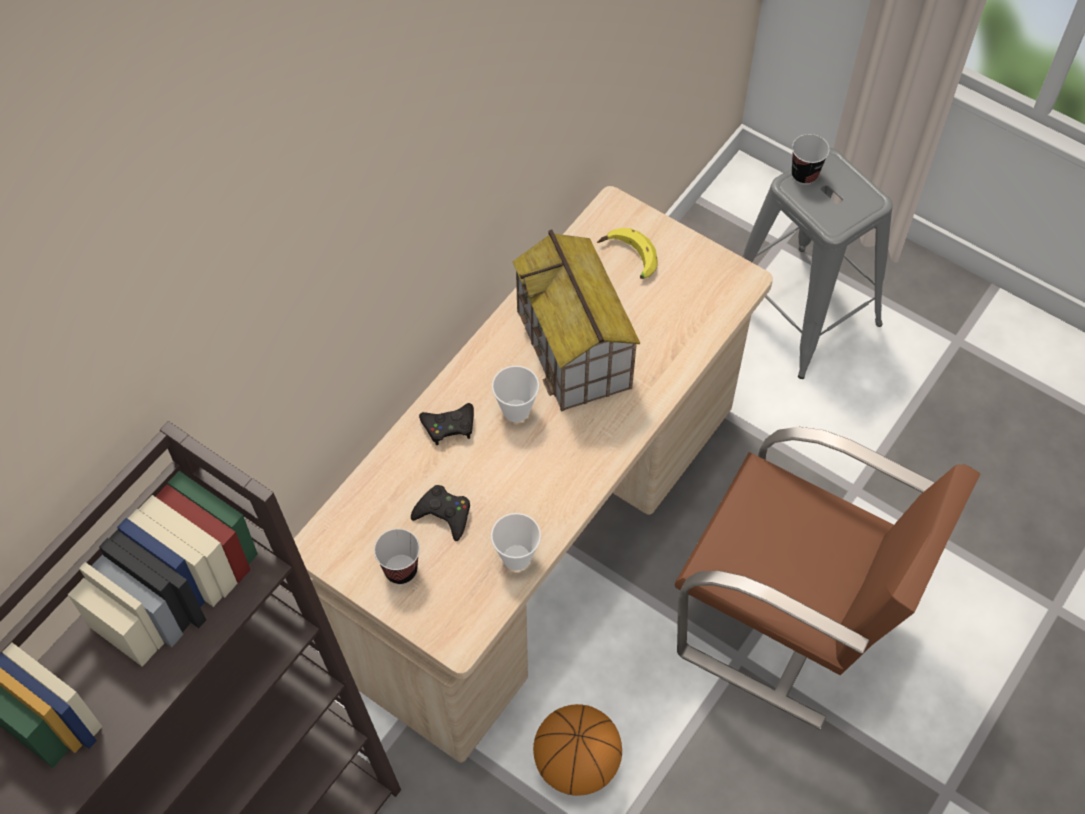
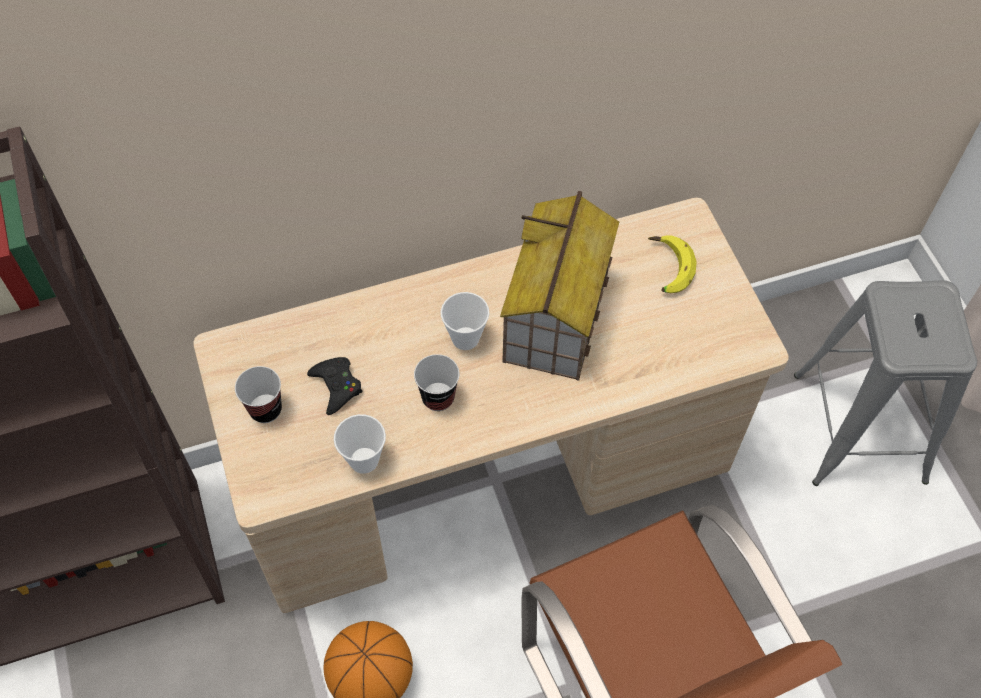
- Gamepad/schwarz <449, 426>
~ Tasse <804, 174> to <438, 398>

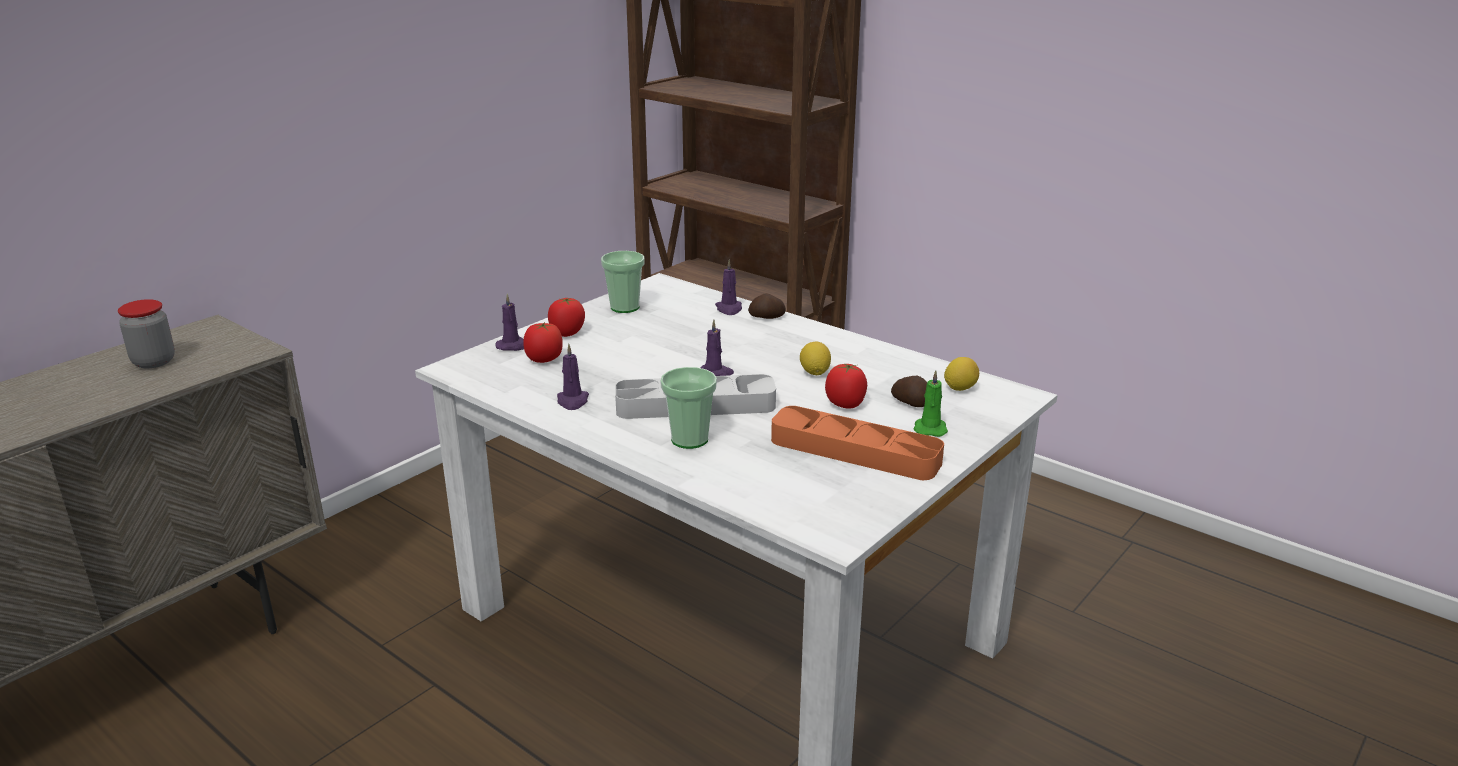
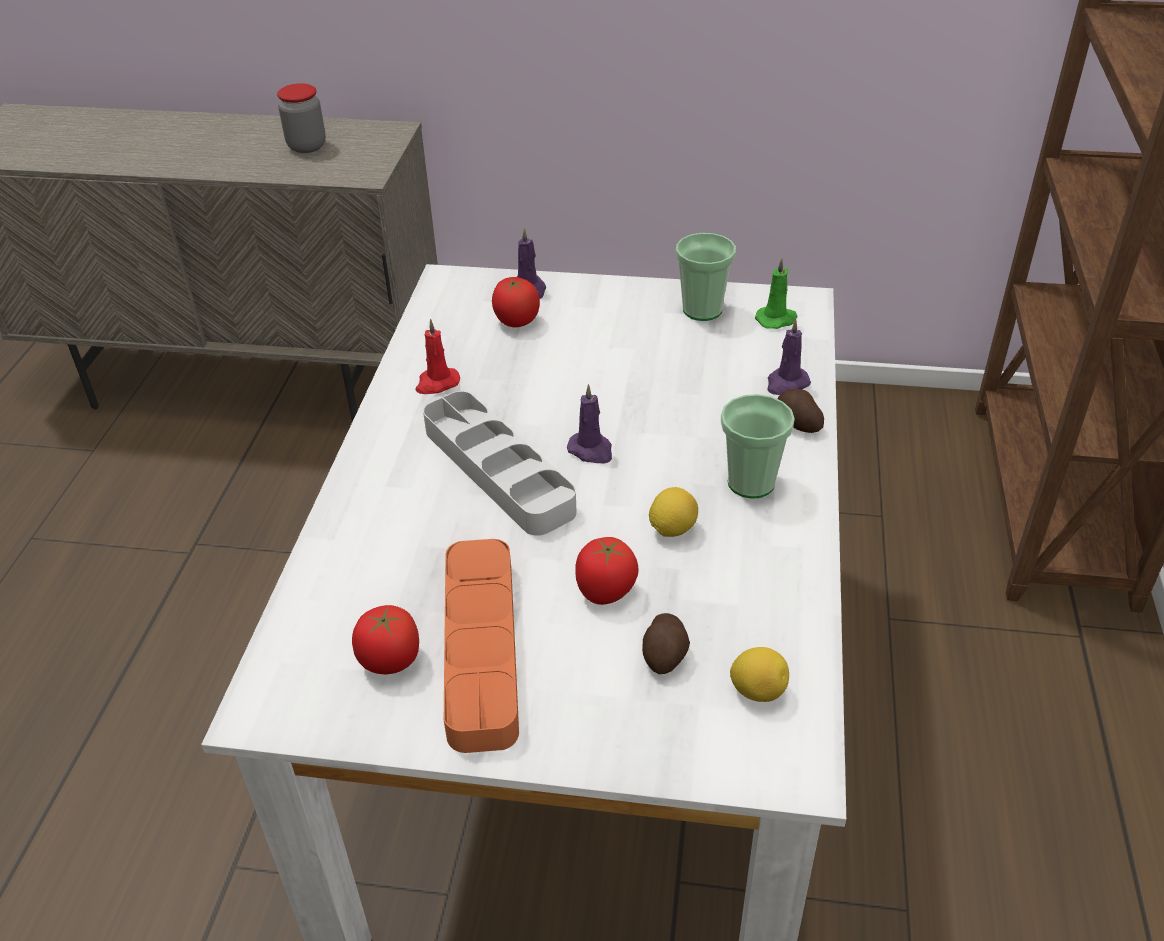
~ Tomate <567, 333> to <390, 661>
~ Kerze/lila <572, 401> to Kerze/rot <437, 383>
~ Tasse <689, 439> to <751, 483>
~ Kerze/grün <930, 428> to <777, 319>

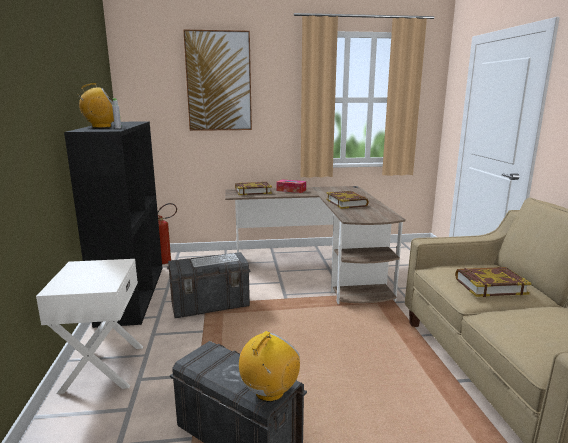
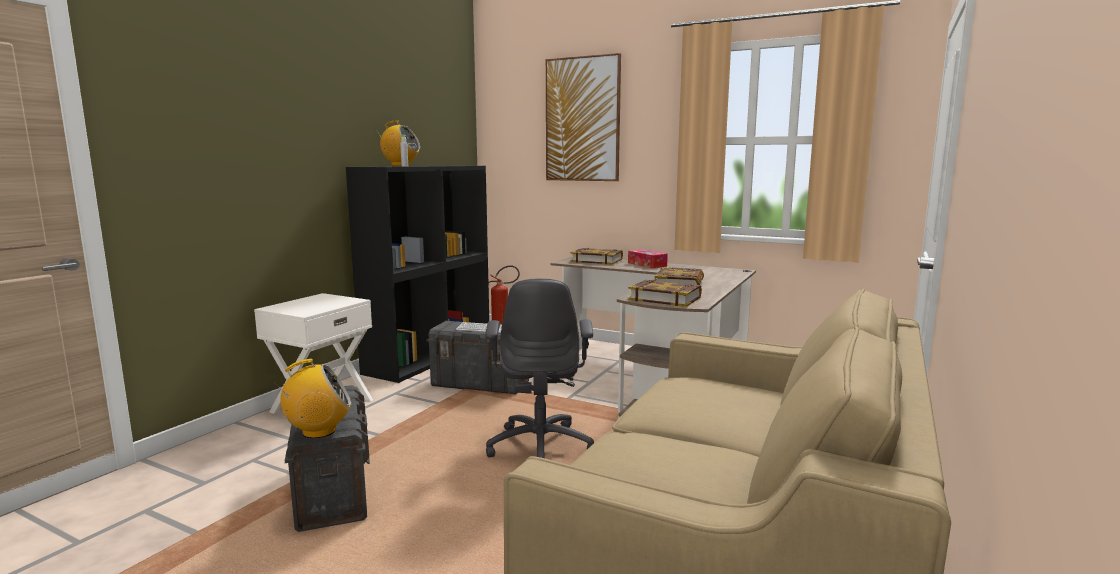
~ Buch <490, 286> to <665, 298>
+ Bürostuhl/grau <541, 446>

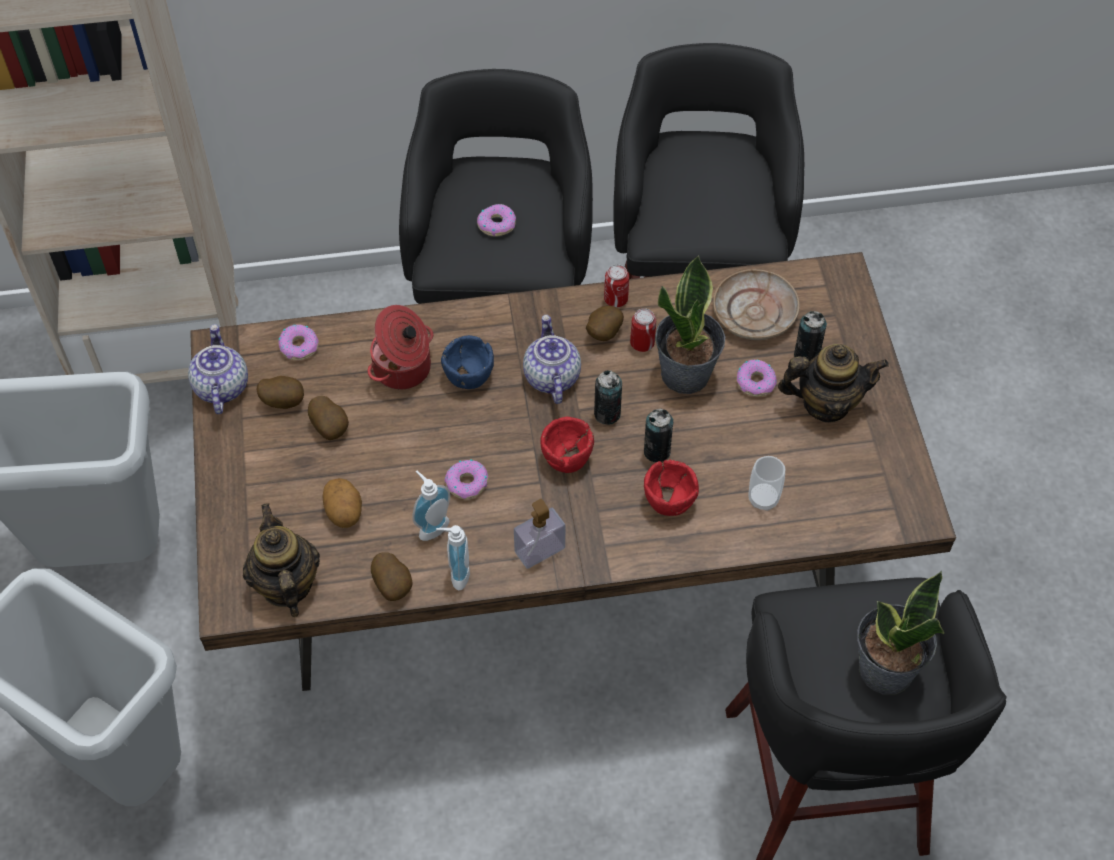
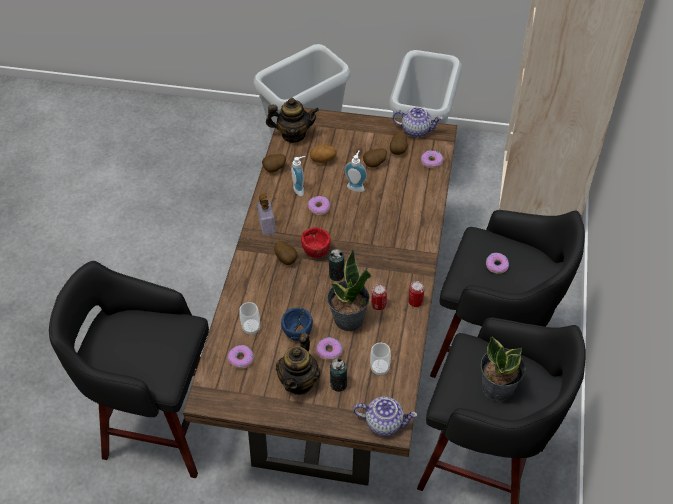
- Kochtopf <403, 369>
~ Seifenspender <455, 574> to <356, 186>
~ Schüssel/blau <468, 376> to <297, 332>
~ Teekanne <551, 377> to <384, 422>
~ Kartoffel <602, 333> to <287, 259>
- Dose <656, 451>
- Schüssel/rot <668, 501>
~ Teller/beige <755, 313> to Tasse <380, 368>
~ Topfpflanze <884, 670> to <497, 387>
+ Donut <241, 359>

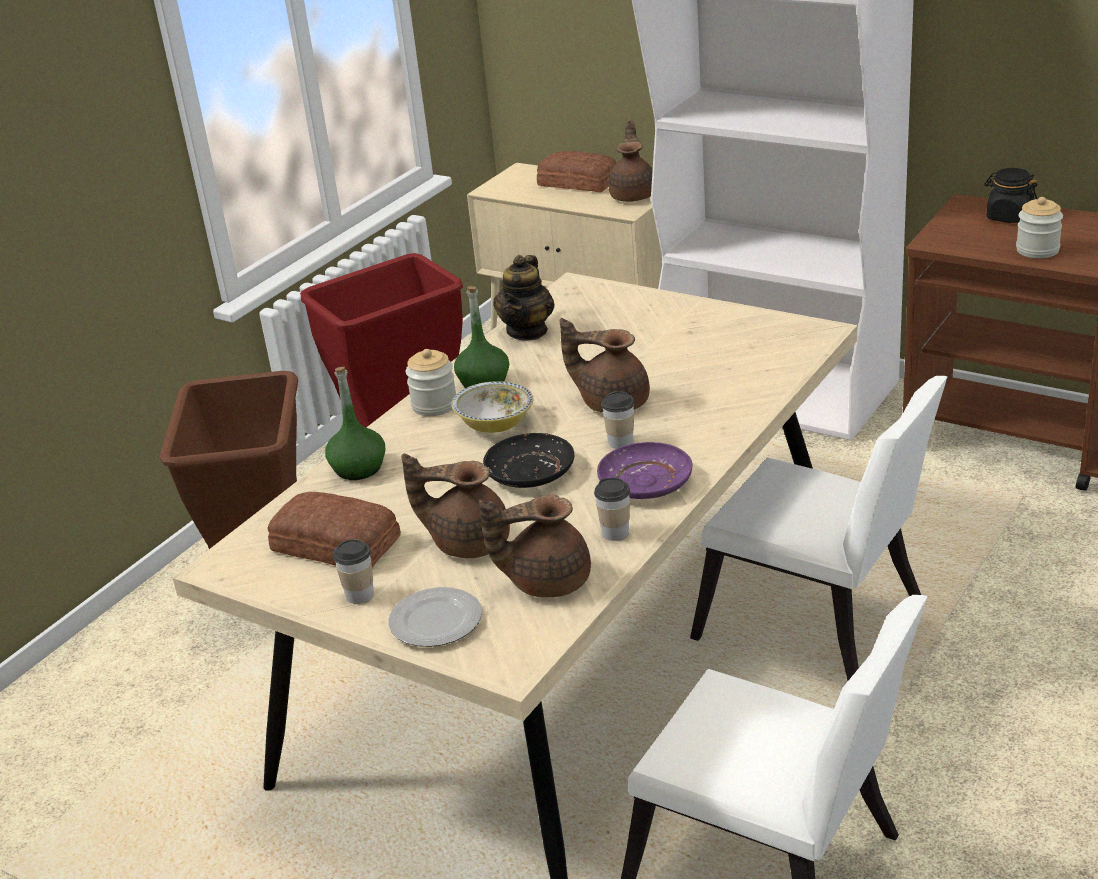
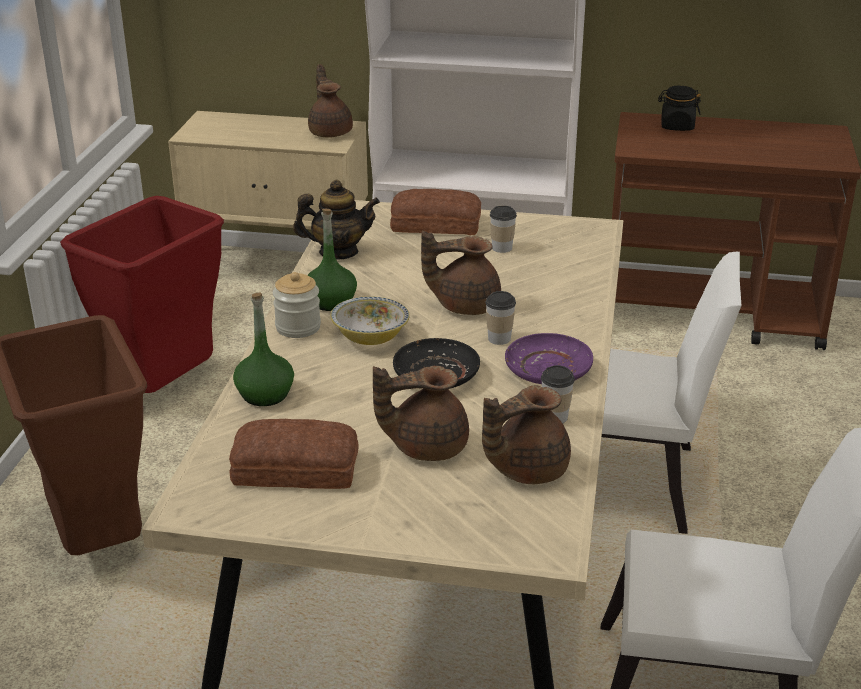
~ Tasse <360, 595> to <502, 248>
- Teller <435, 622>
~ Teekanne <527, 331> = <338, 252> 90 degrees counterclockwise
~ Brot <578, 182> to <435, 223>
- Vorratsglas <1037, 250>

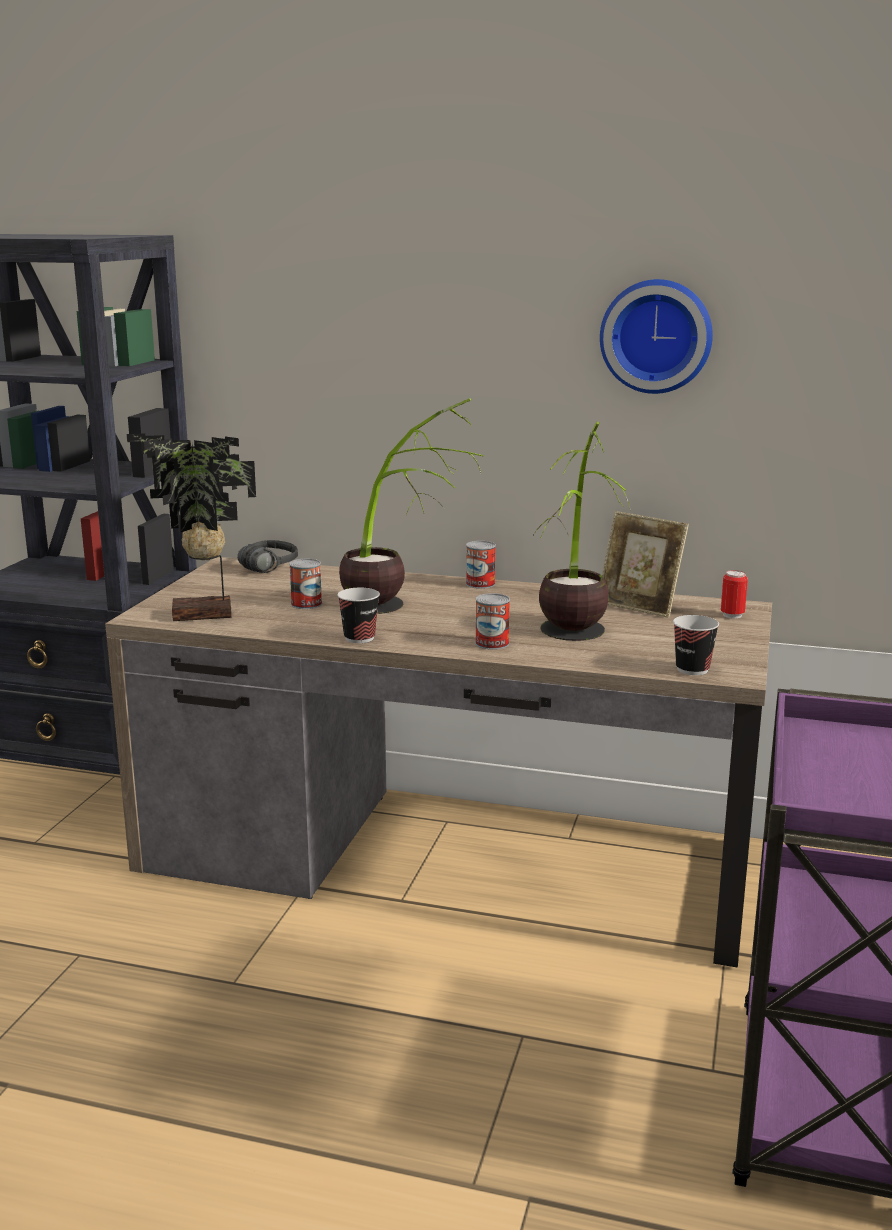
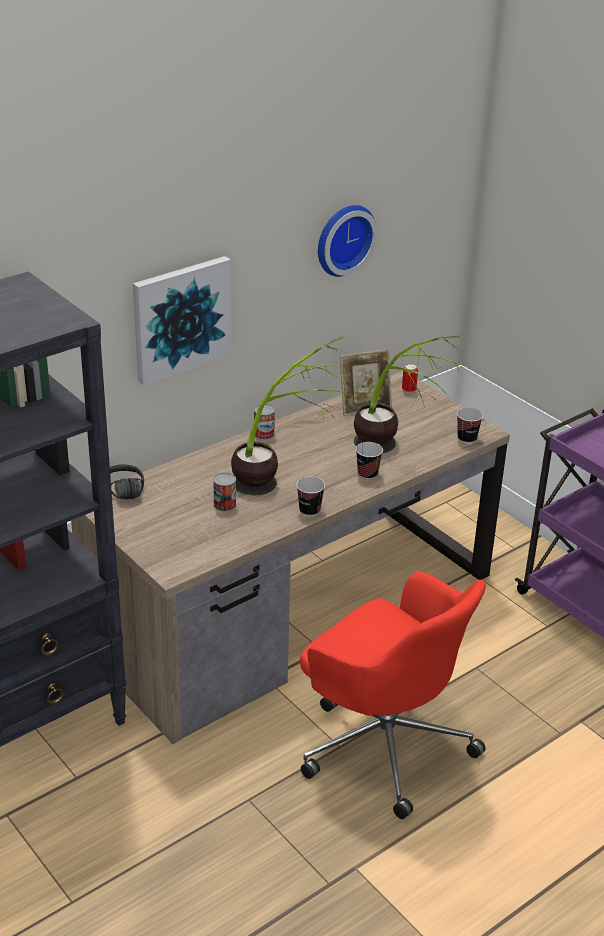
- Topfpflanze <204, 616>
~ Dose <492, 643> to Tasse <367, 474>
+ Bild <181, 318>
+ Bürostuhl/rot <384, 742>

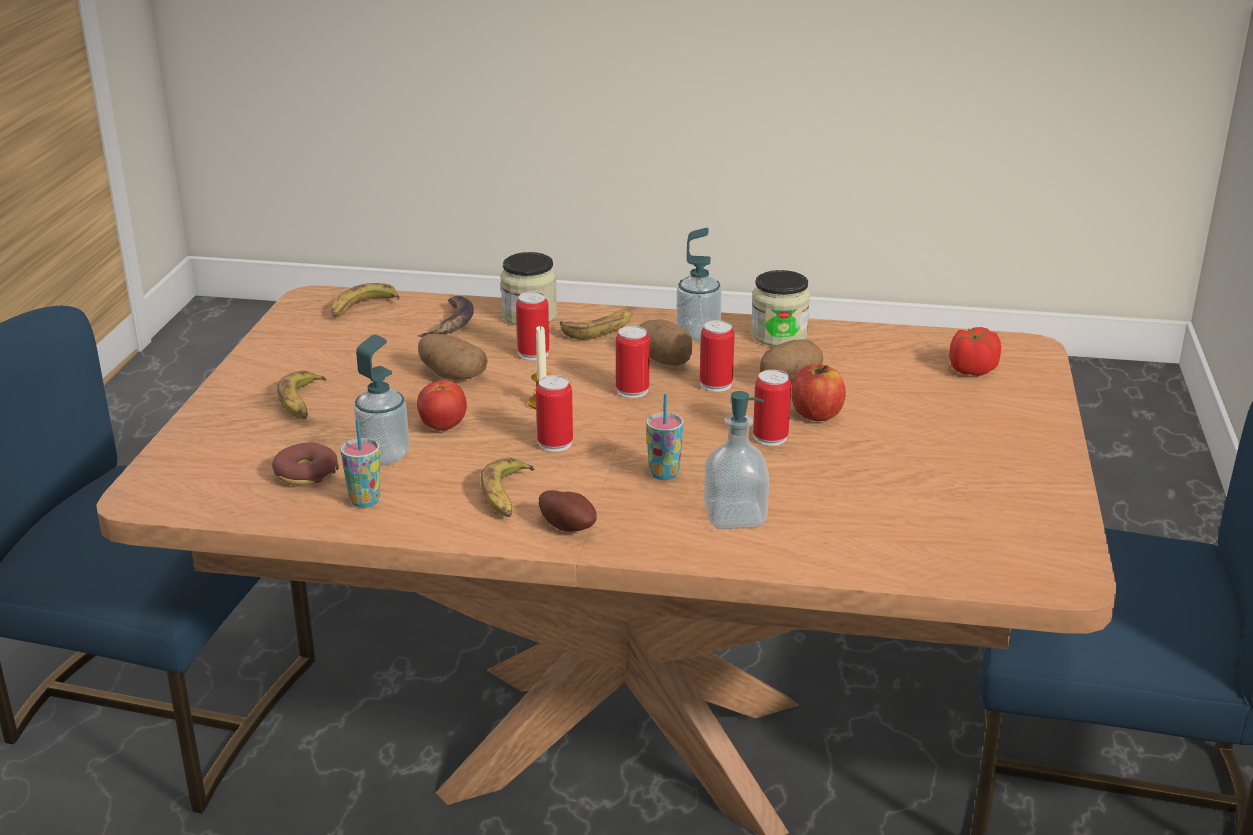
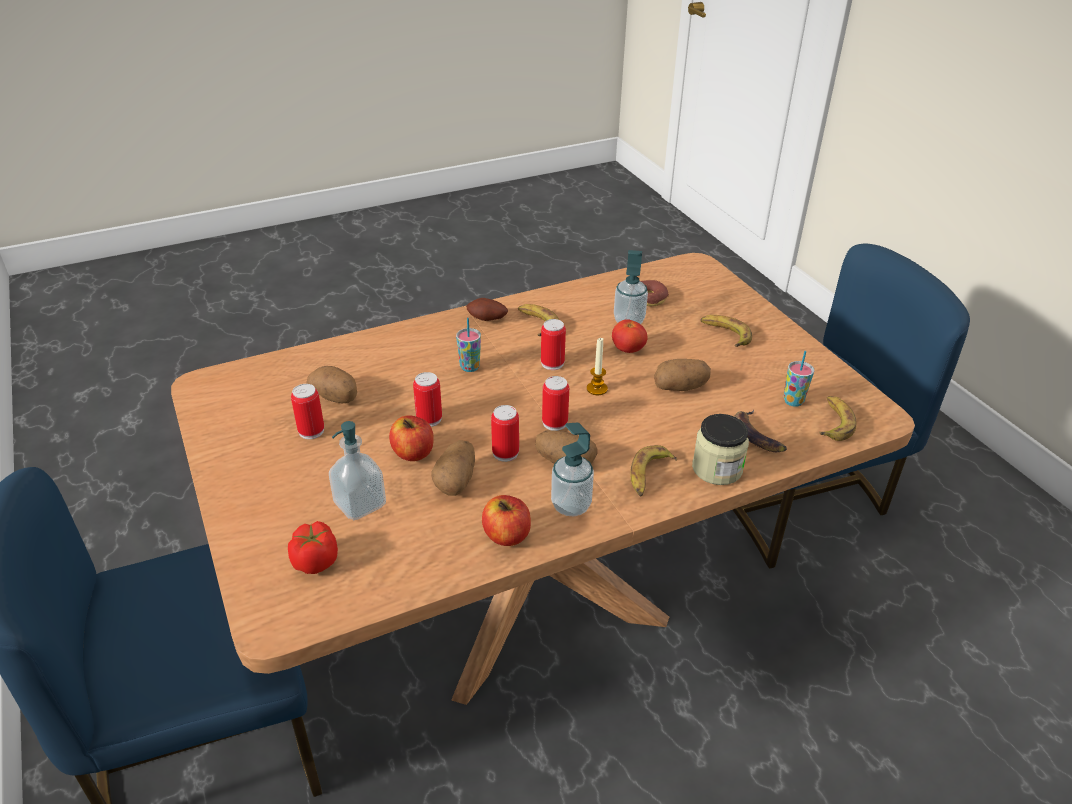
~ Tasse <365, 501> to <793, 401>
~ Dose <533, 354> to <311, 431>
~ Seifenspender <735, 517> to <360, 504>
~ Vorratsglas <779, 335> to Apfel <507, 535>
+ Kartoffel <336, 397>

